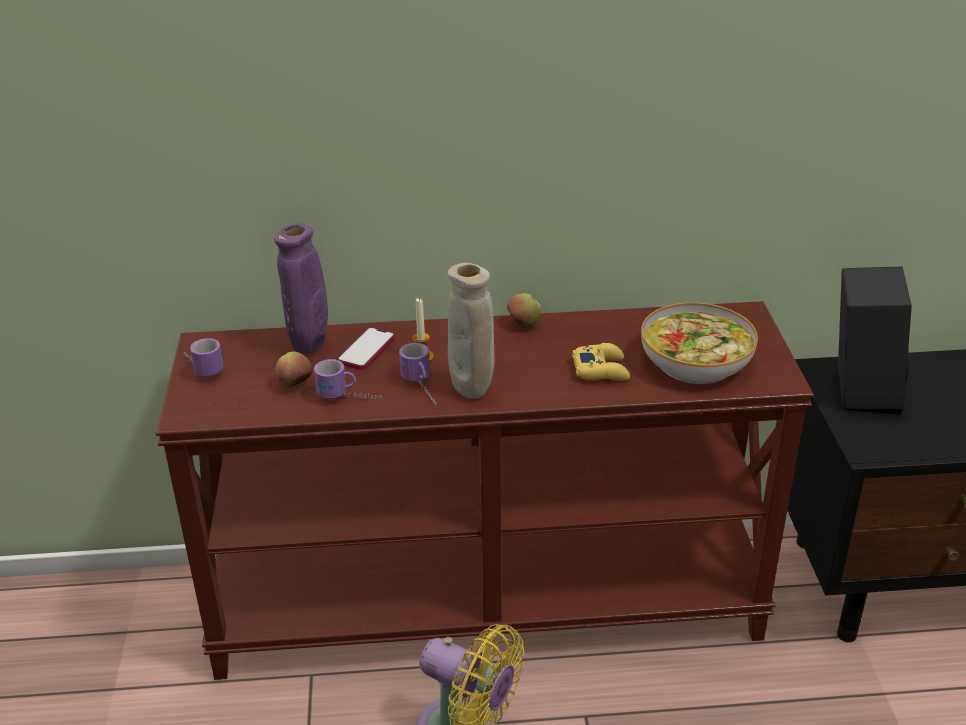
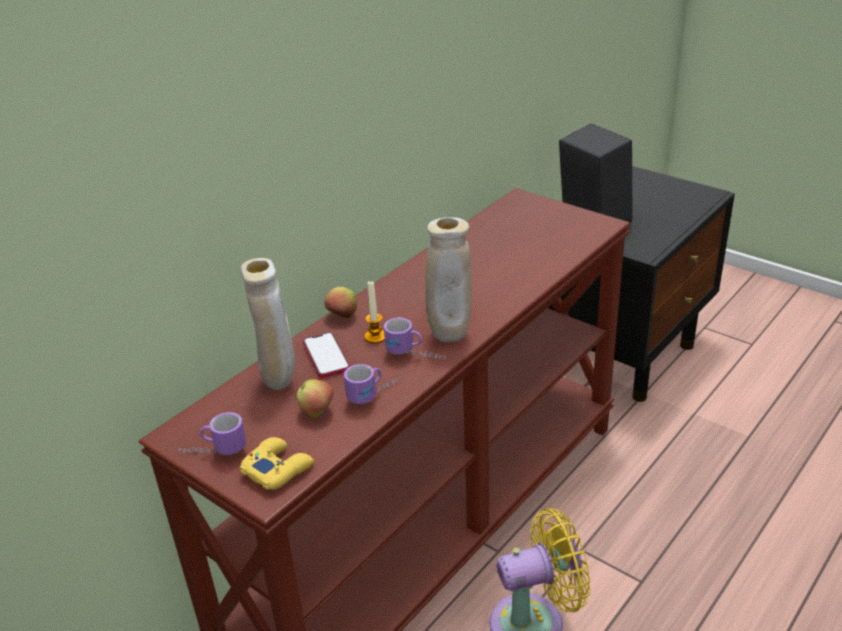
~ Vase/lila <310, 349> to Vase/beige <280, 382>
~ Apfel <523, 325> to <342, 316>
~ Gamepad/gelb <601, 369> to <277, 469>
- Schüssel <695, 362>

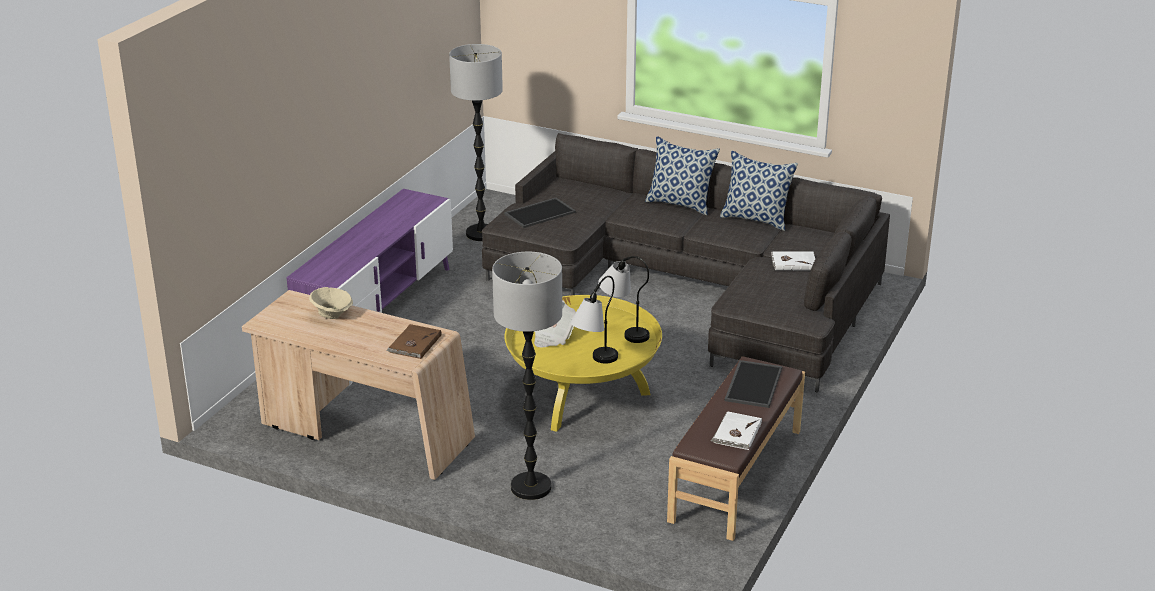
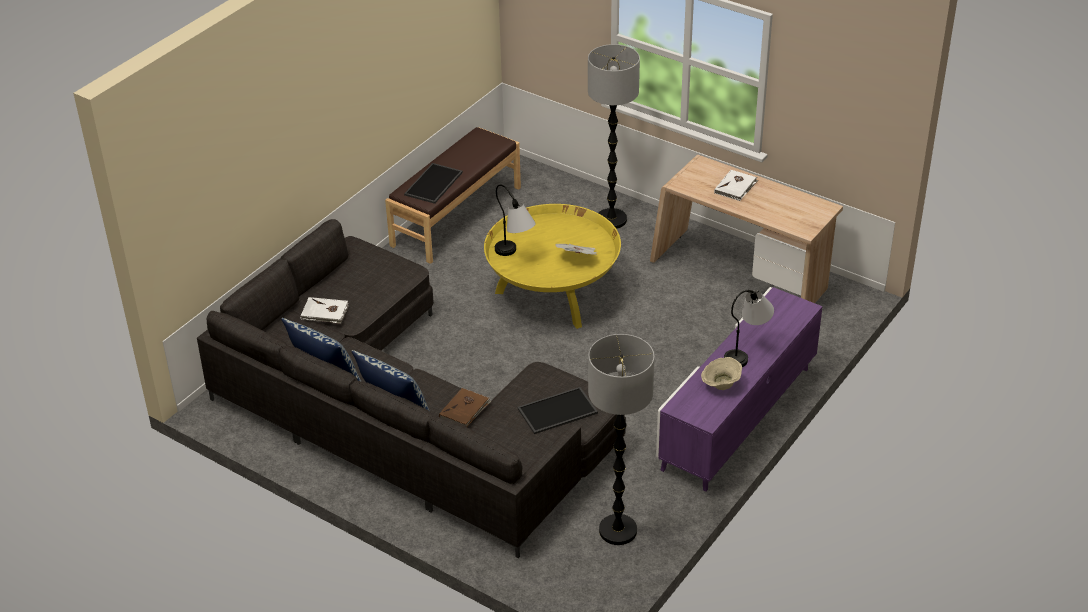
~ Schüssel/beige <332, 315> to <720, 384>
~ Buch/braun <414, 344> to <465, 410>
~ Tischlampe <594, 363> to <747, 352>
~ Buch/weiß <736, 433> to <736, 187>

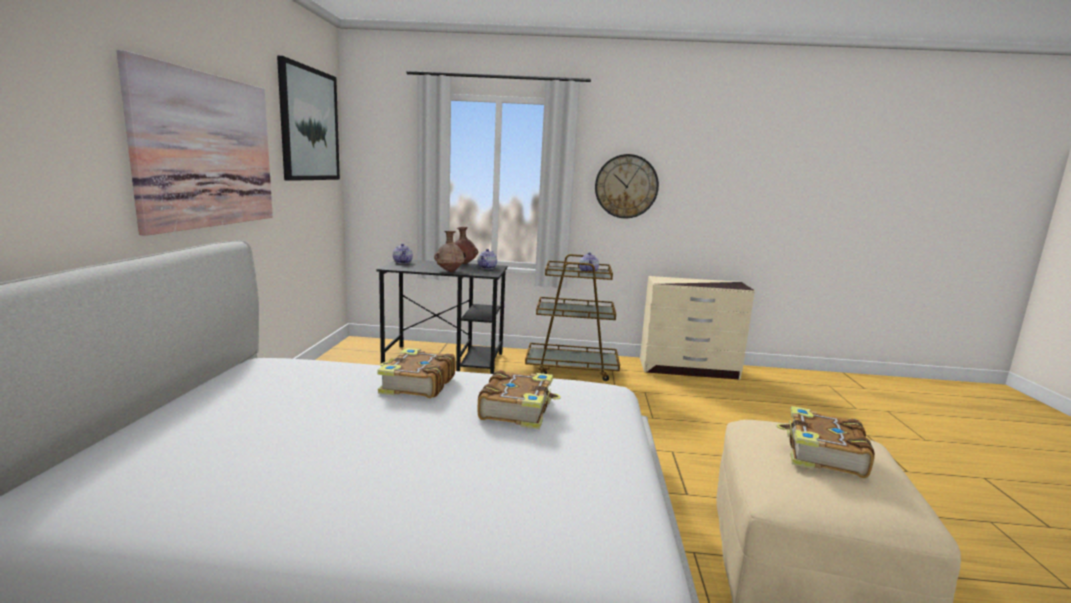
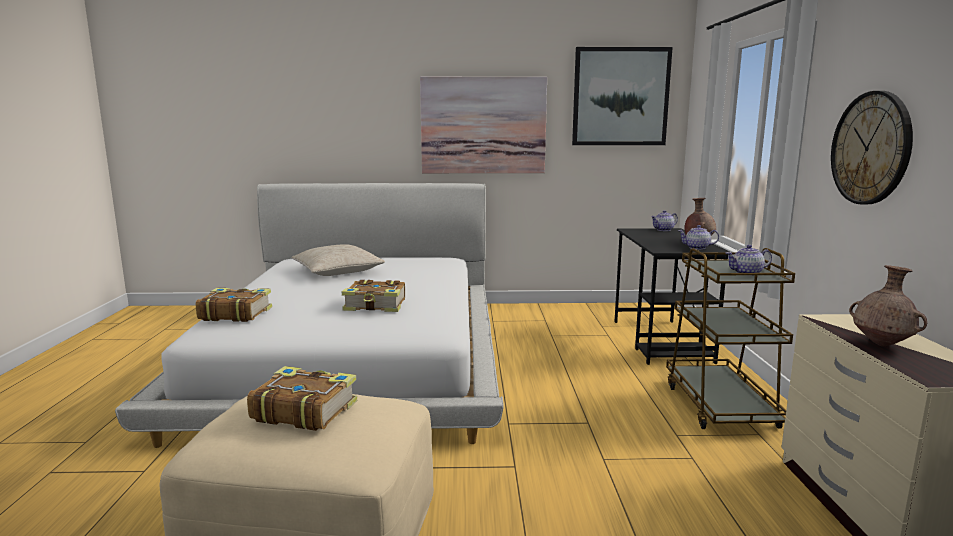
~ Buch <416, 384> to <235, 314>
~ Vase/braun <450, 271> to <882, 344>
+ Kissen/beige <338, 270>

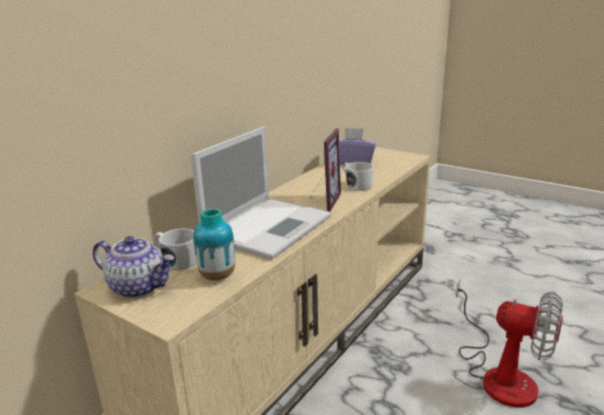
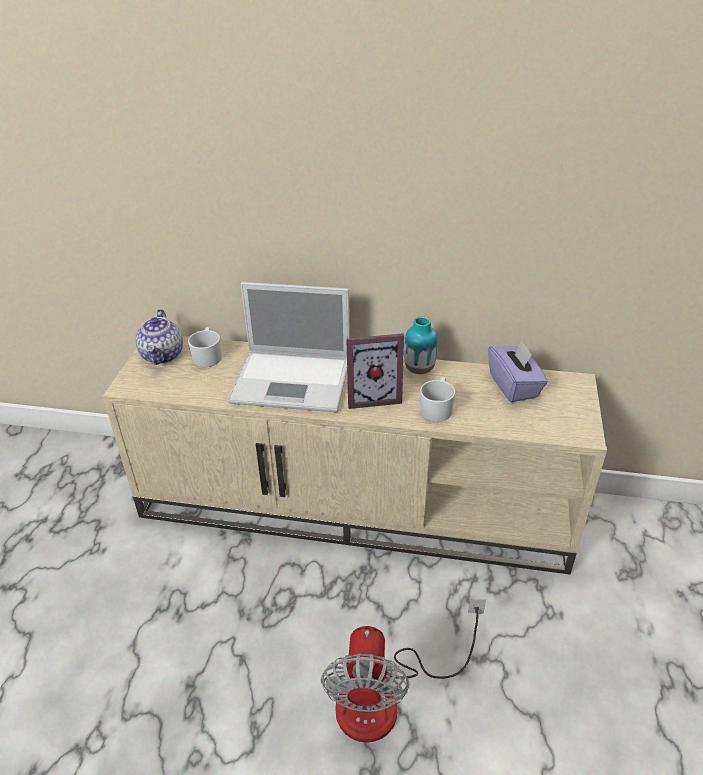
~ Vase <217, 276> to <419, 369>

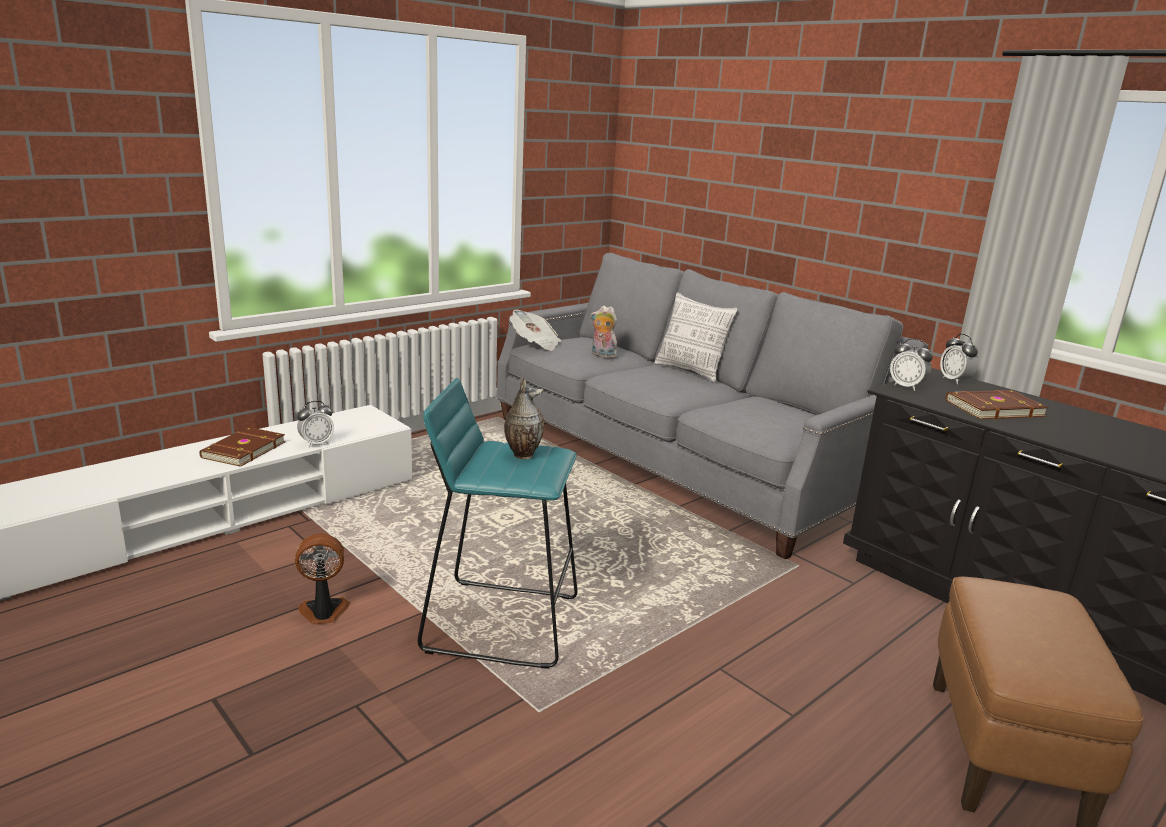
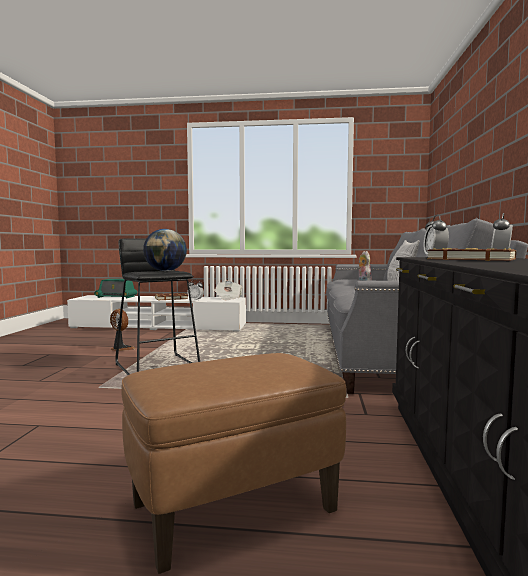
~ Hocker/türkis <500, 622> to Hocker/schwarz <158, 366>
~ Vase <522, 454> to Globus <165, 271>
~ Zeitung <535, 344> to <228, 298>
+ Radio <116, 297>

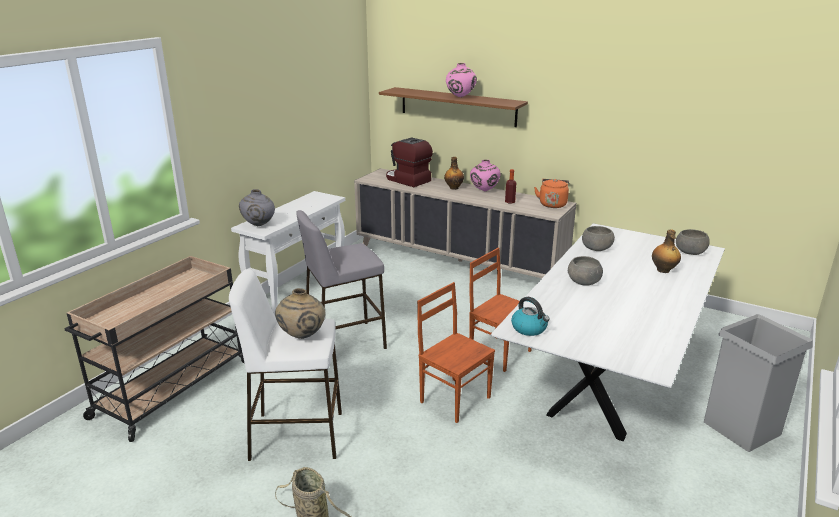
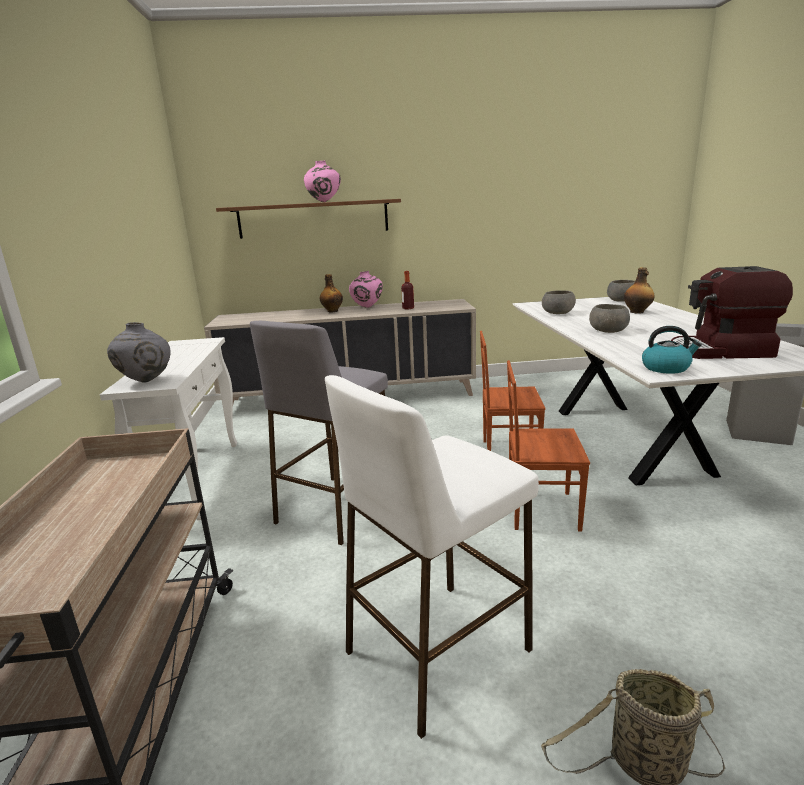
- Vase/beige <302, 336>
~ Kaffeemaschine <407, 180> to <721, 351>
- Wasserkessel/orange <552, 204>

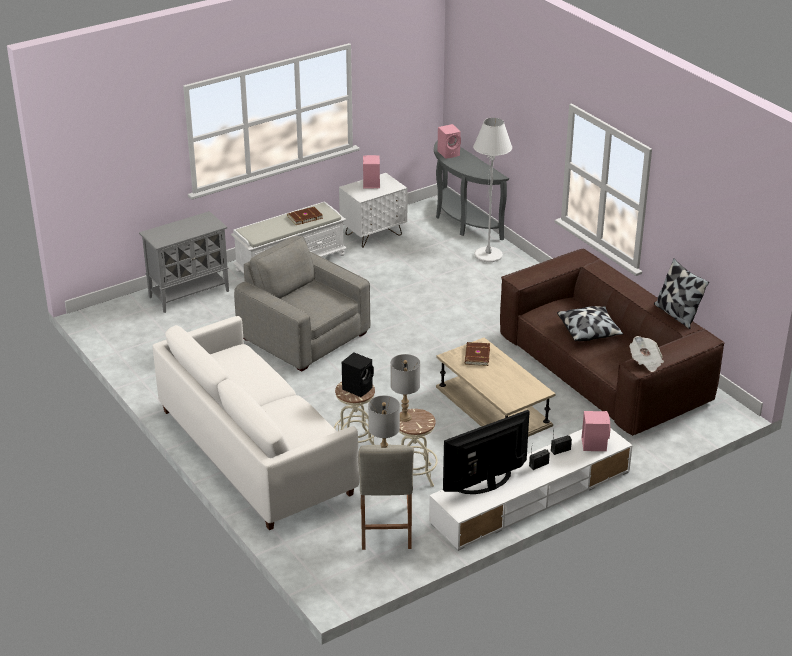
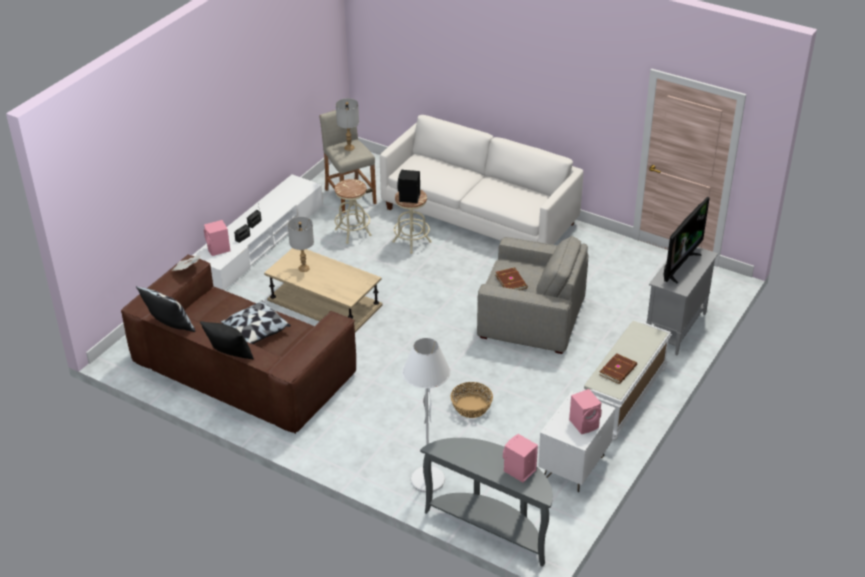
~ Tischlampe/grau <405, 417> to <303, 268>
~ Fernseher <487, 484> to <679, 265>
~ Buch/braun <476, 355> to <511, 281>
+ Kissen/schwarz <229, 357>
+ Korb <471, 407>

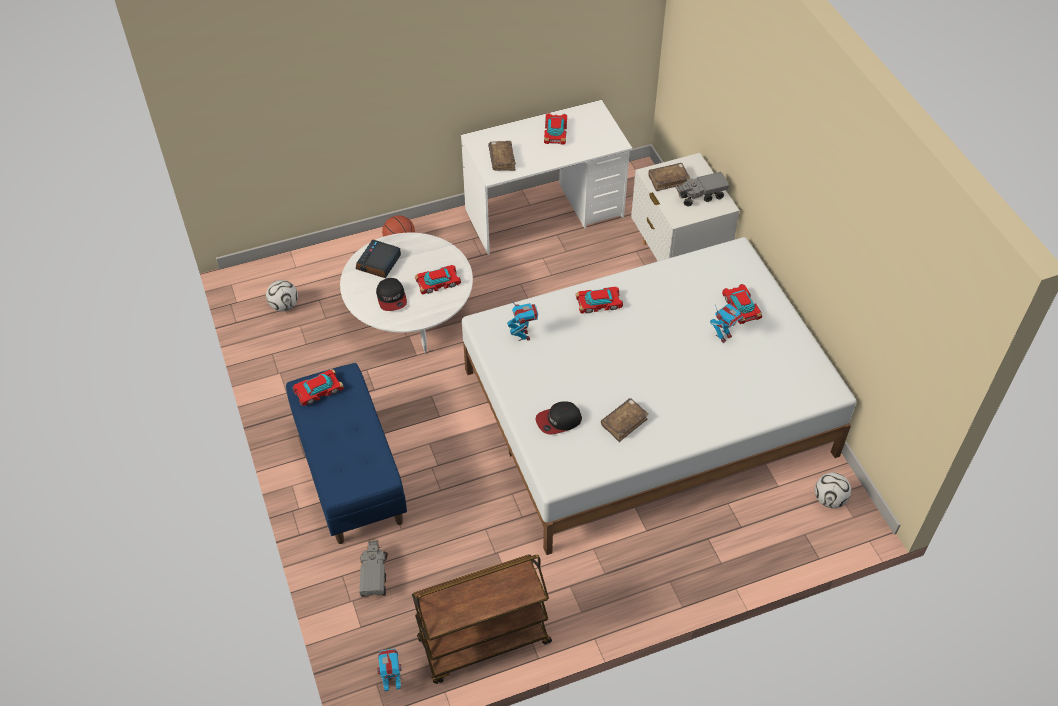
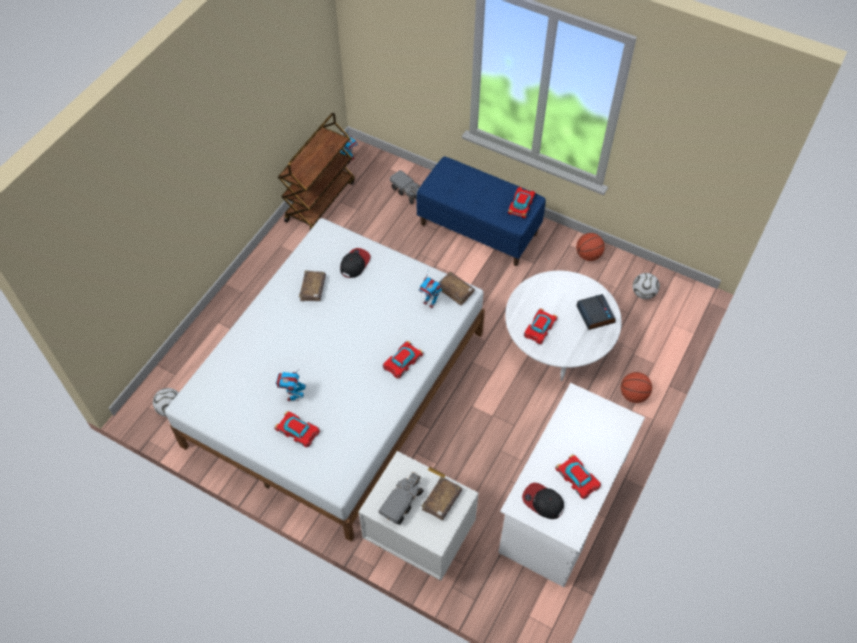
~ Kappe <391, 298> to <542, 502>
~ Buch/braun <502, 160> to <455, 291>
+ Basketball <588, 255>

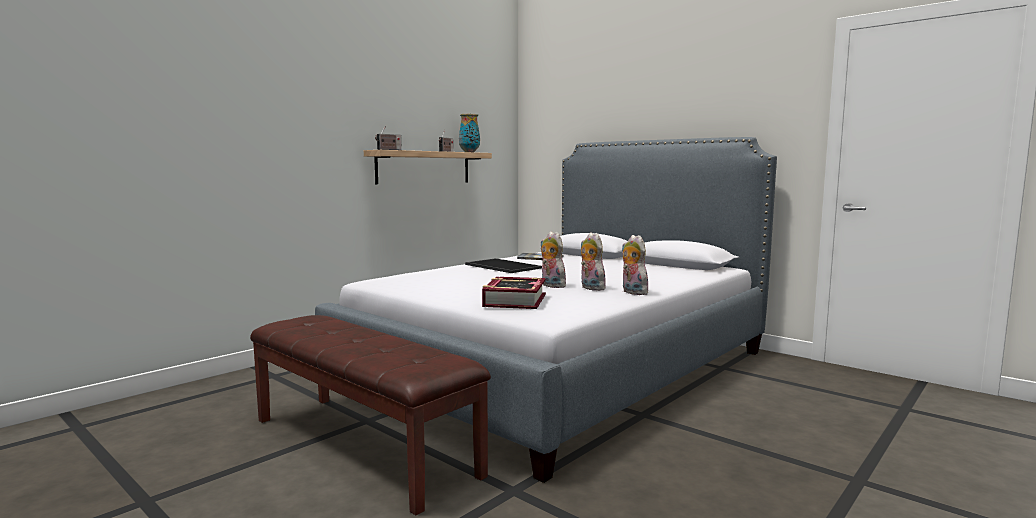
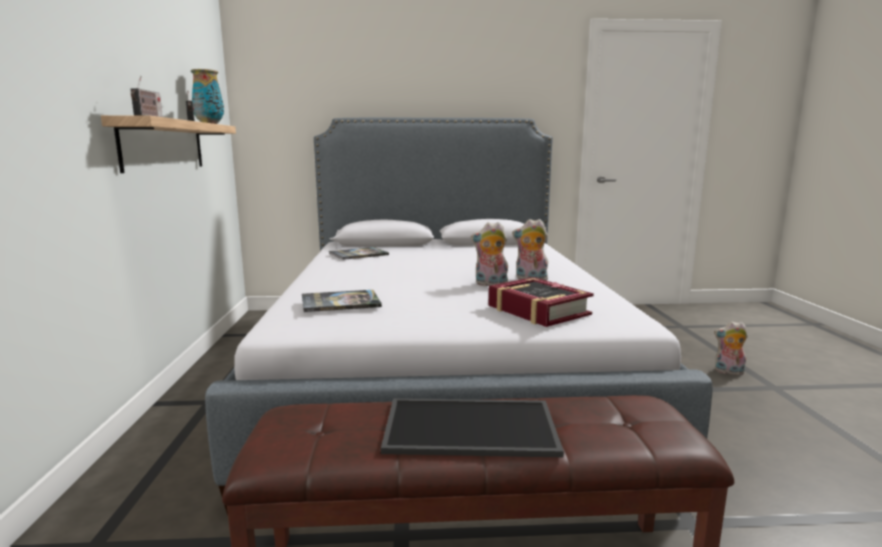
~ Tablett <501, 266> to <468, 429>
~ Plüschtier <632, 292> to <728, 372>
+ Buch <340, 302>

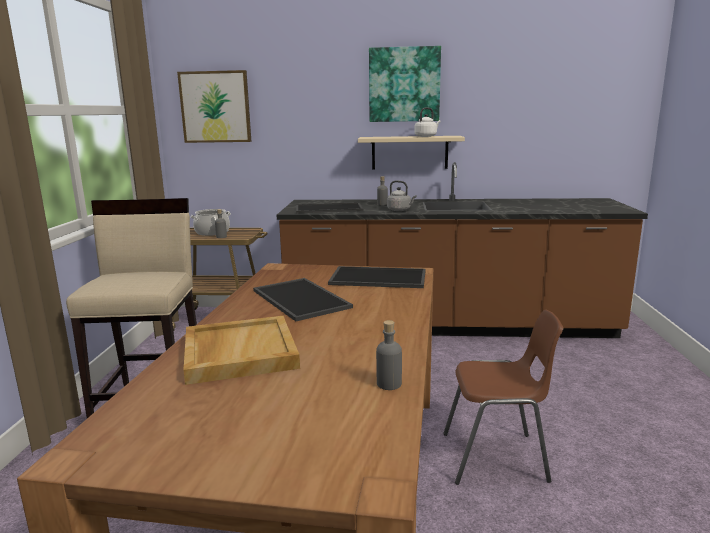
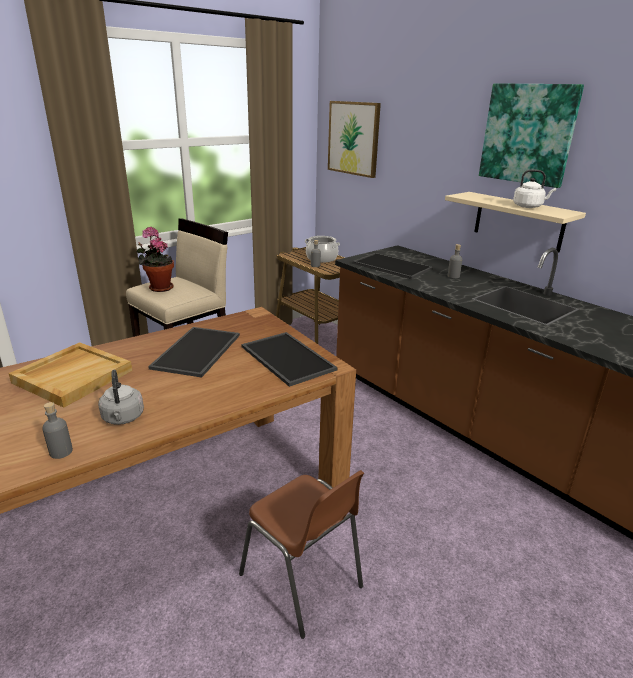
~ Wasserkessel/grau <400, 210> to <123, 418>
+ Topfpflanze <159, 288>

